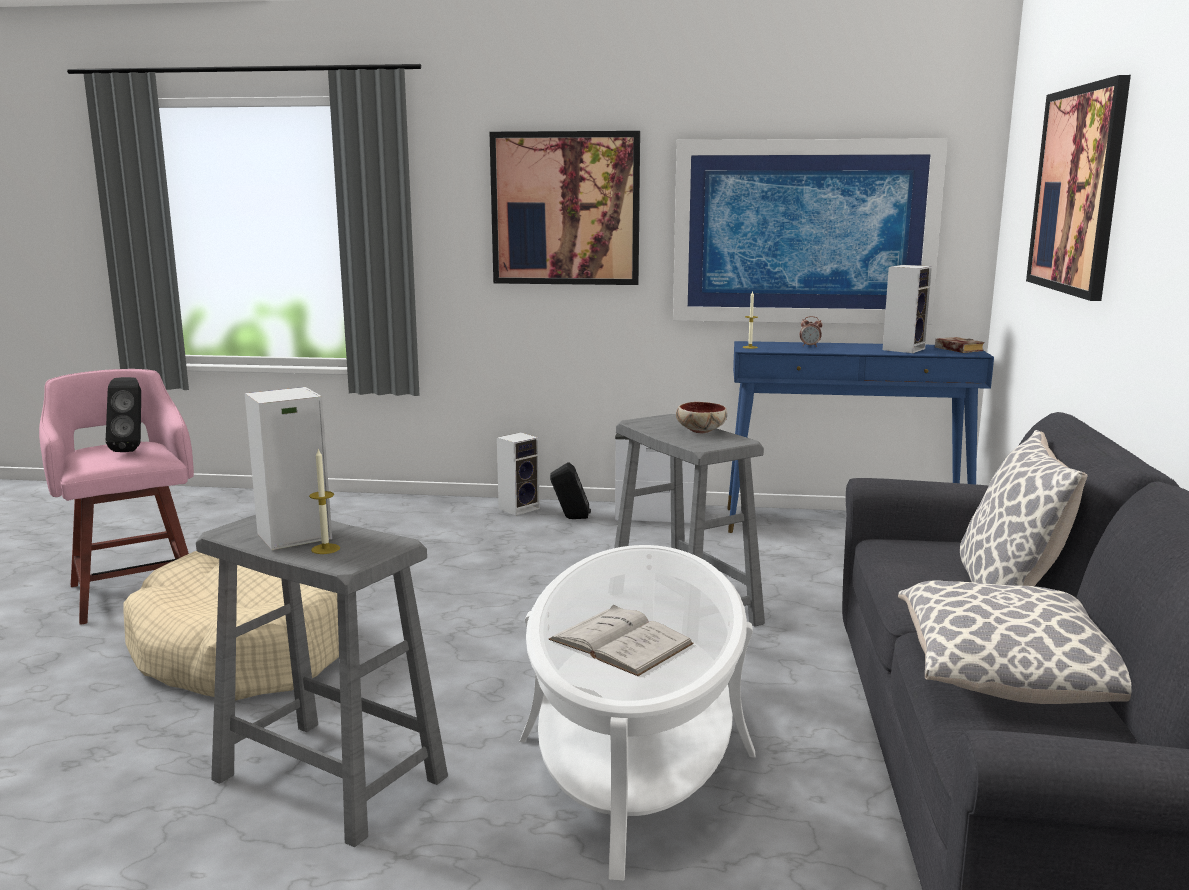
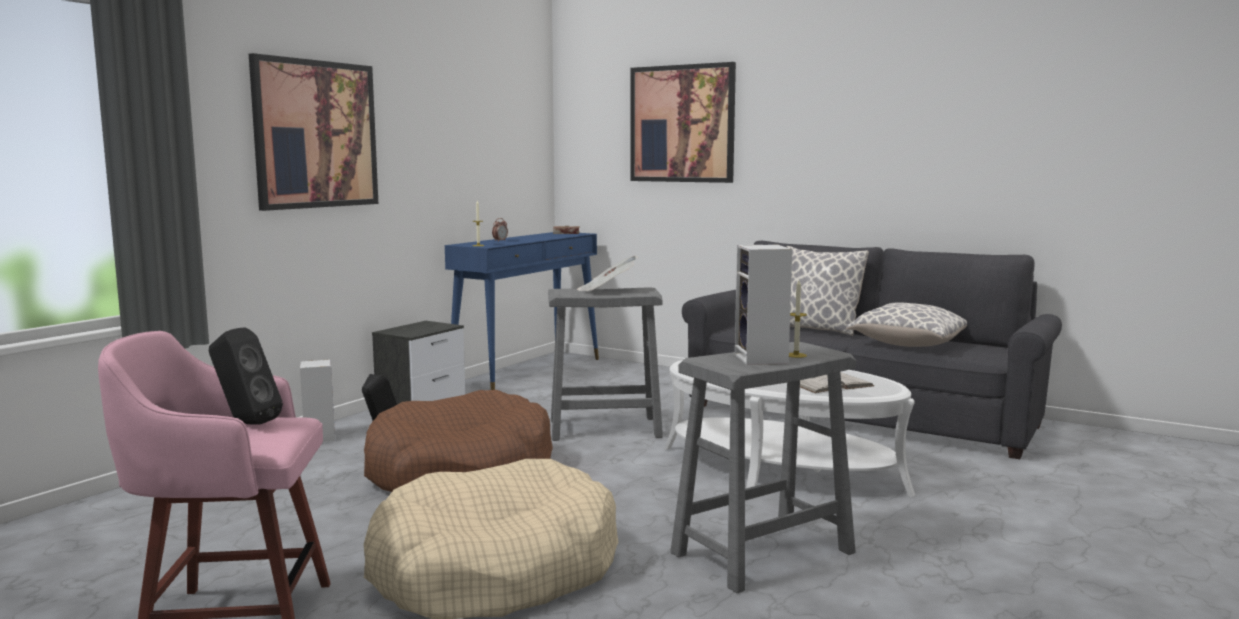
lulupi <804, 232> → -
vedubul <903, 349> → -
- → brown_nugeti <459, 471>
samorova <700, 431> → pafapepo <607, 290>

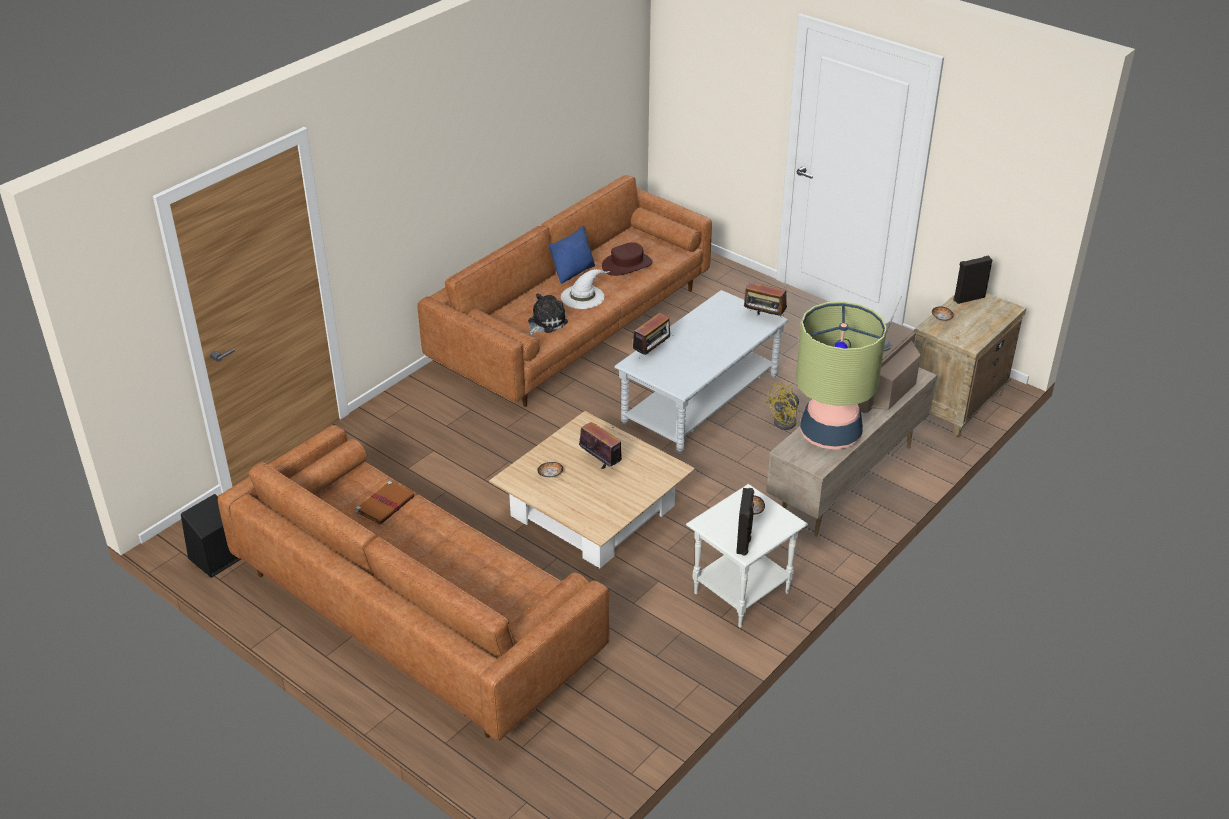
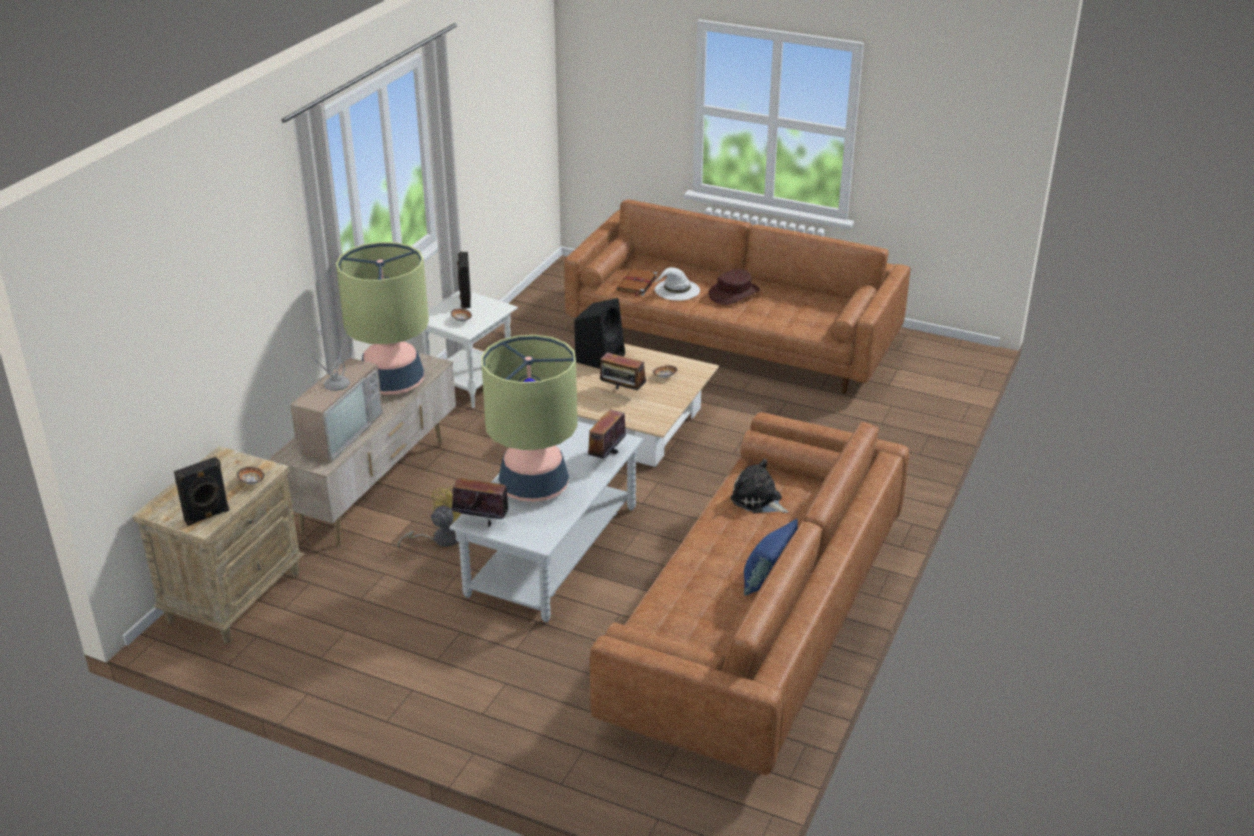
- → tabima <533, 487>
black_vedubul <215, 559> → black_vedubul <600, 357>, relocated
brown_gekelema <386, 504> → brown_gekelema <636, 284>, relocated
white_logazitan <583, 296> → white_logazitan <676, 290>, relocated
brown_logazitan <627, 265> → brown_logazitan <733, 293>, relocated
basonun <545, 323> → basonun <758, 500>, 105 degrees clockwise

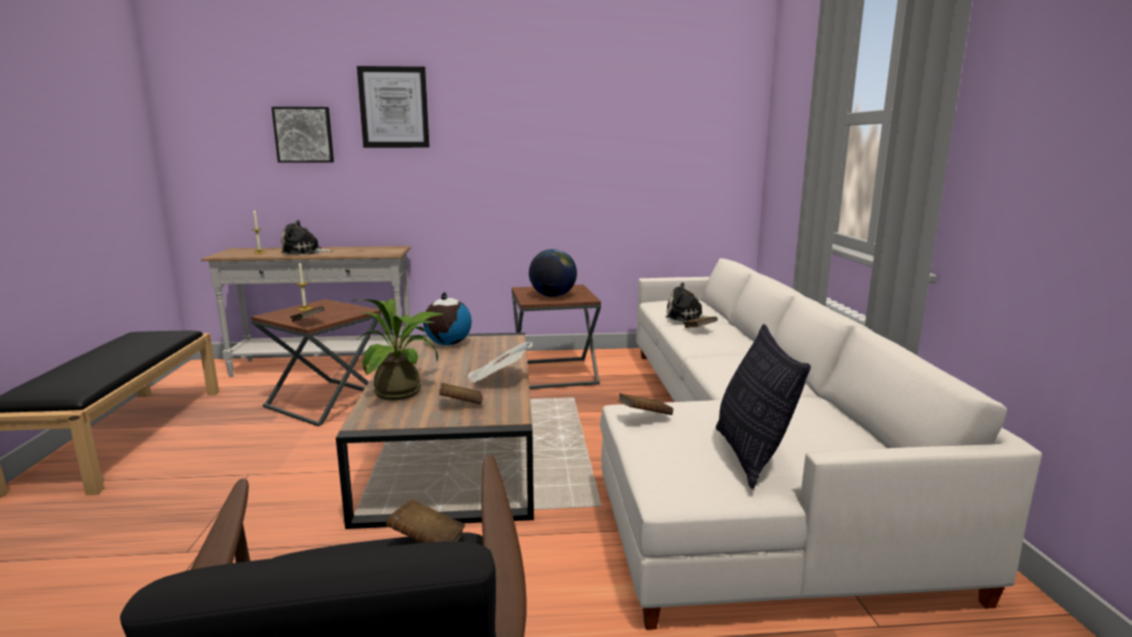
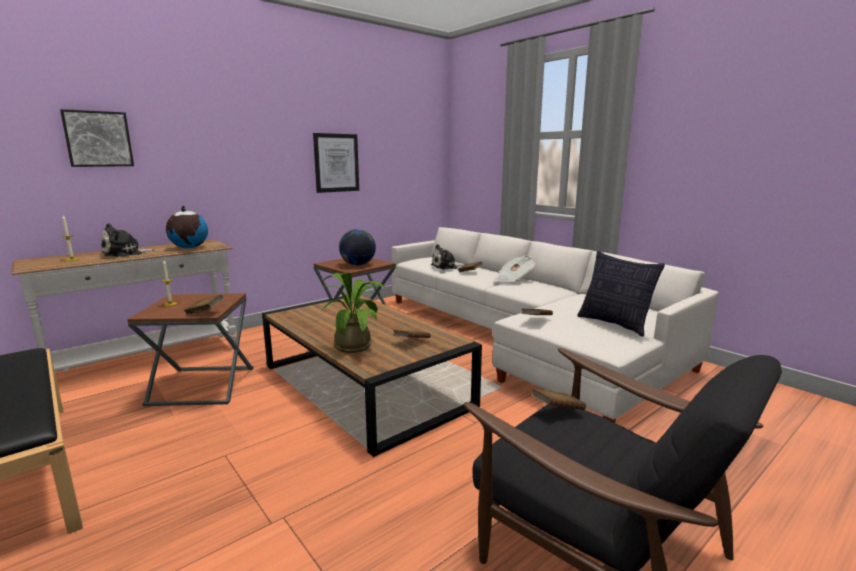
lulupi <394, 107> → lulupi <336, 163>, relocated
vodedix <448, 344> → vodedix <189, 248>, relocated
pafapepo <498, 379> → pafapepo <513, 279>, relocated

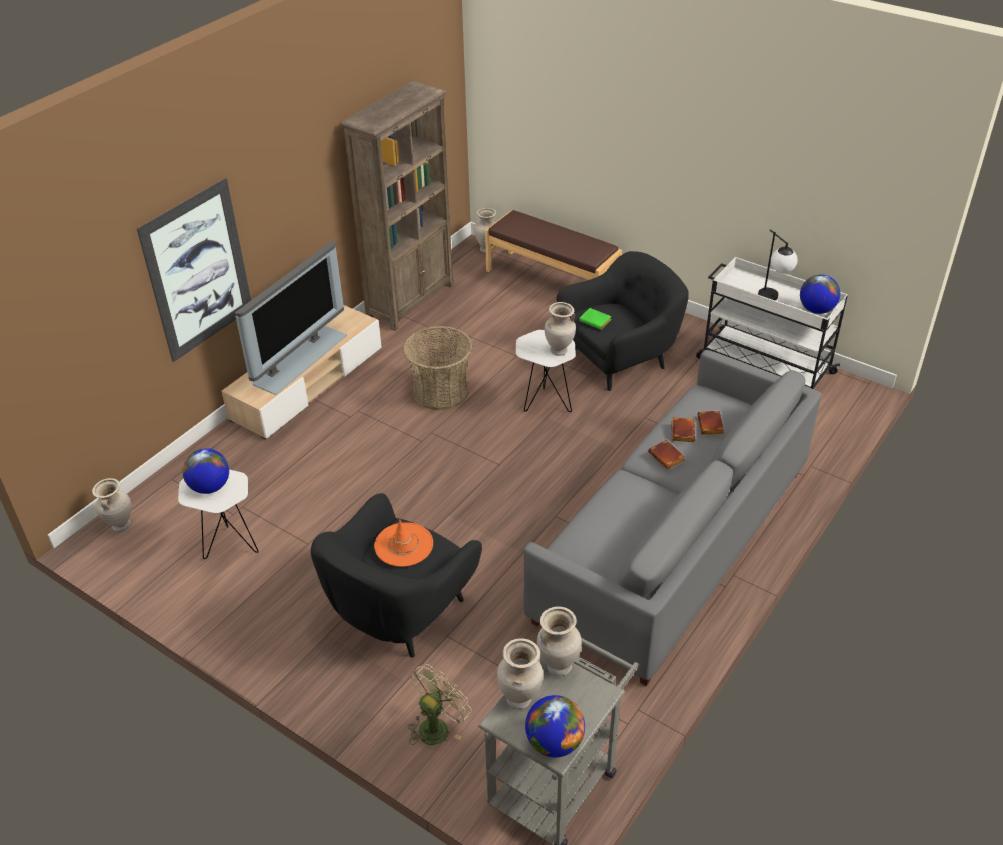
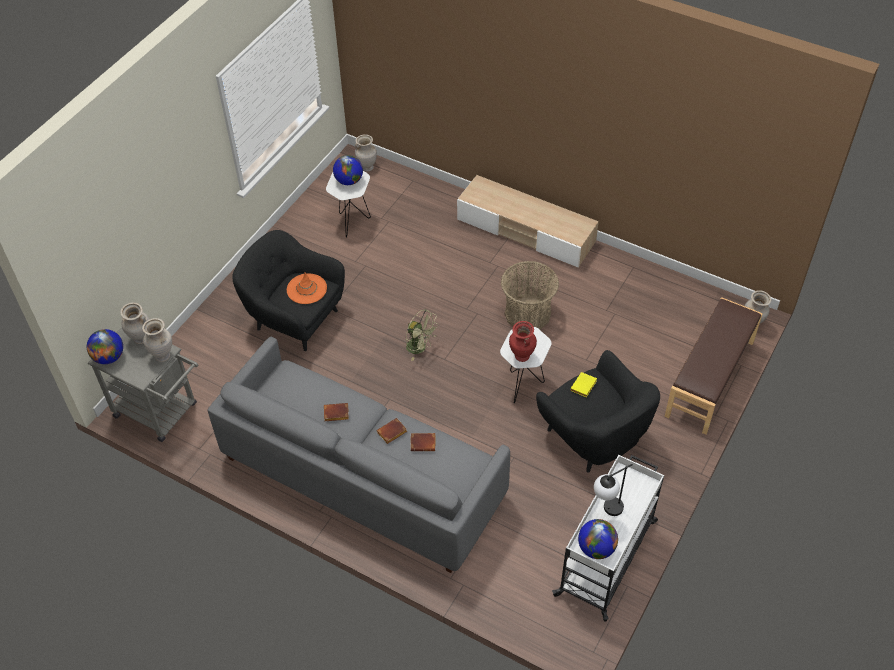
lulupi <198, 271> → -
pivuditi <298, 358> → -
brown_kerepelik <411, 301> → -
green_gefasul <437, 726> → green_gefasul <420, 348>, relocated
brown_gekelema <711, 426> → brown_gekelema <335, 414>, relocated
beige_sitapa <559, 351> → red_sitapa <521, 356>
green_gekelema <596, 321> → yellow_gekelema <583, 387>

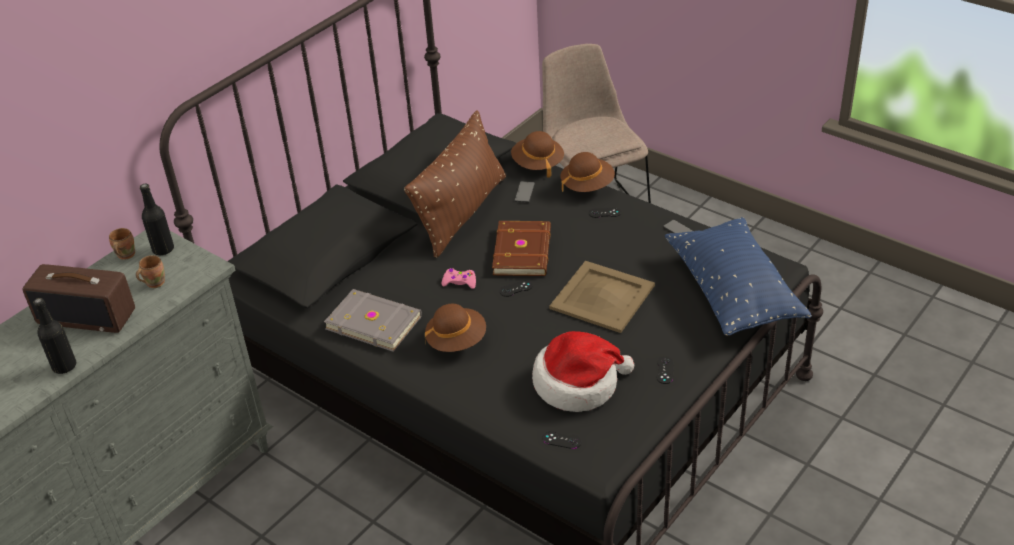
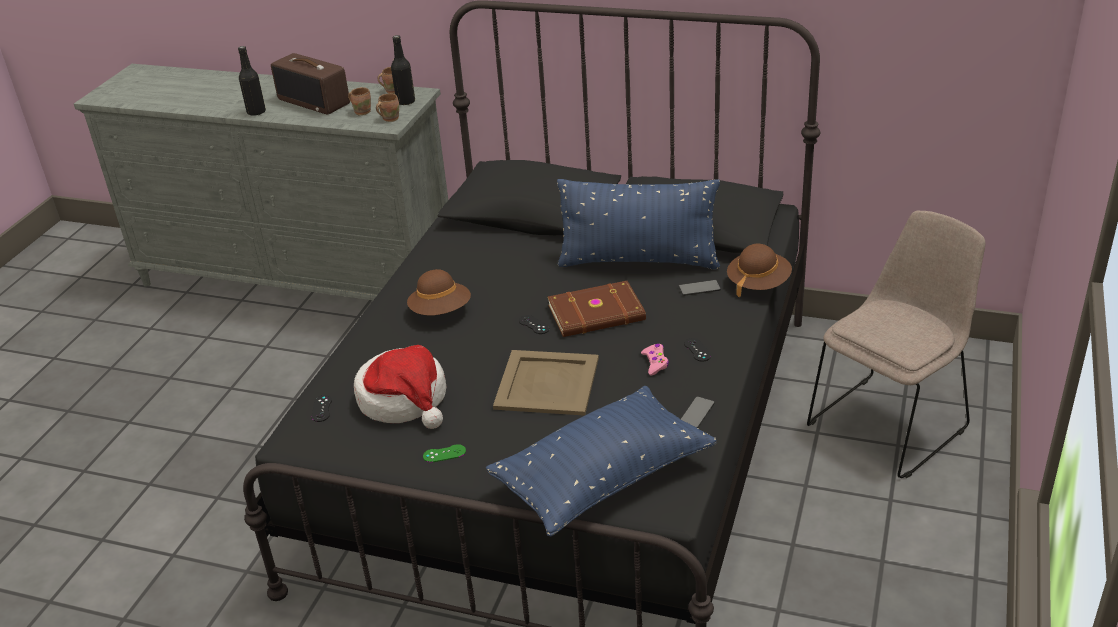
grey_gekelema <374, 321> → -
brown_logazitan <587, 186> → -
- → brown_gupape <389, 118>
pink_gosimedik <459, 282> → pink_gosimedik <655, 363>, relocated
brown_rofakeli <462, 213> → blue_rofakeli <638, 261>
black_gosimedik <665, 370> → green_gosimedik <444, 454>
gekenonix <87, 316> → gekenonix <315, 101>, 45 degrees counterclockwise

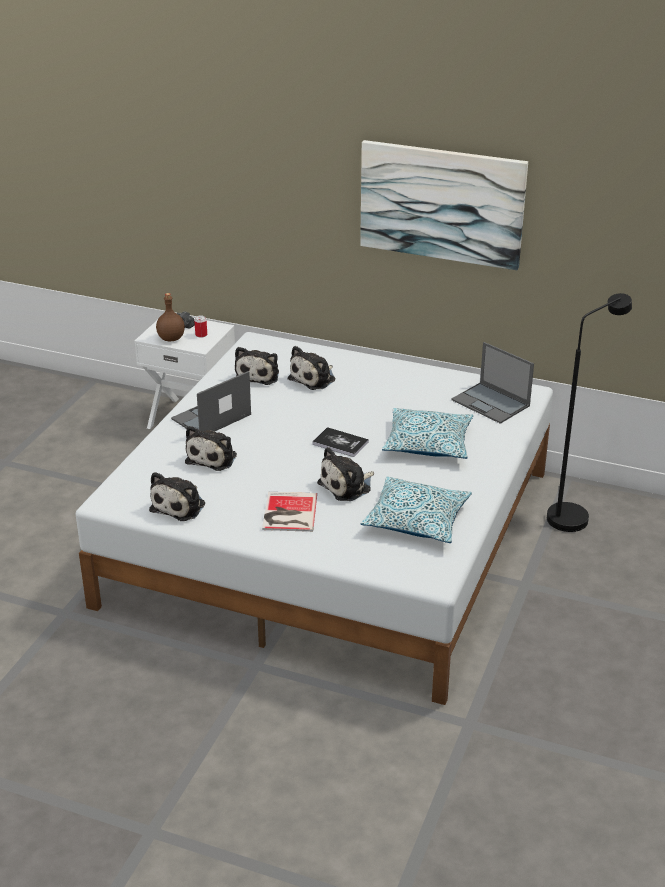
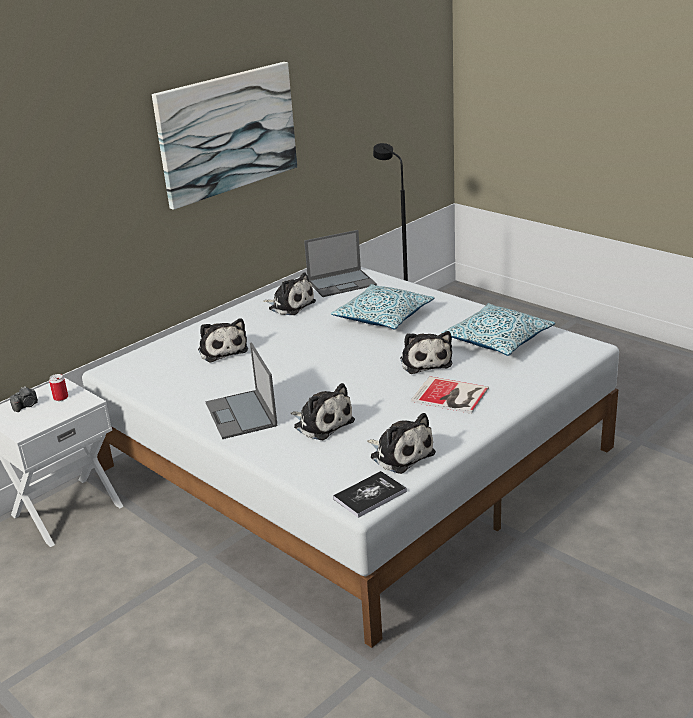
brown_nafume <171, 338> → -
basonun <258, 375> → basonun <290, 305>, relocated
gekelema <340, 443> → gekelema <370, 495>, relocated

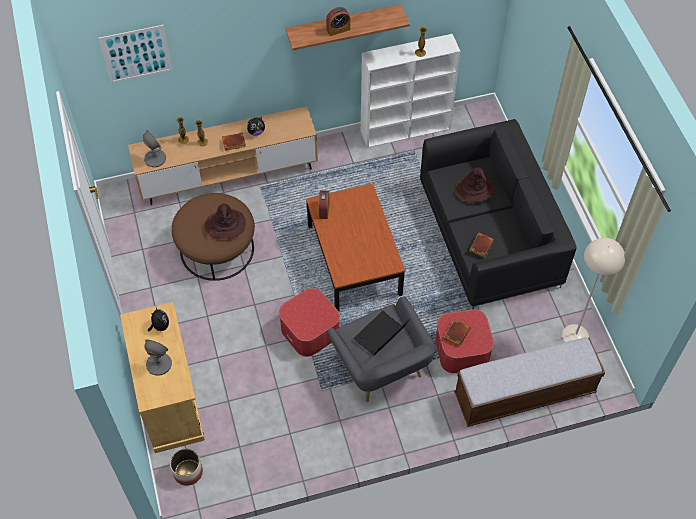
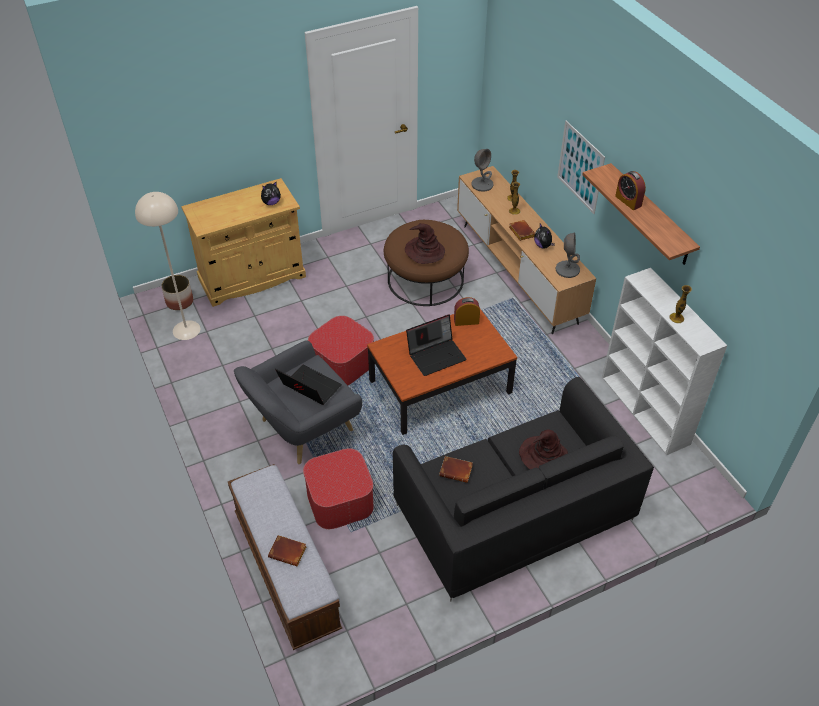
- → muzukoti <436, 355>
lulupi <136, 54> → lulupi <580, 167>, relocated
grey_tabima <158, 364> → grey_tabima <567, 269>, relocated
brown_gekelema <456, 333> → brown_gekelema <289, 552>, relocated
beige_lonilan <575, 335> → beige_lonilan <186, 329>, relocated

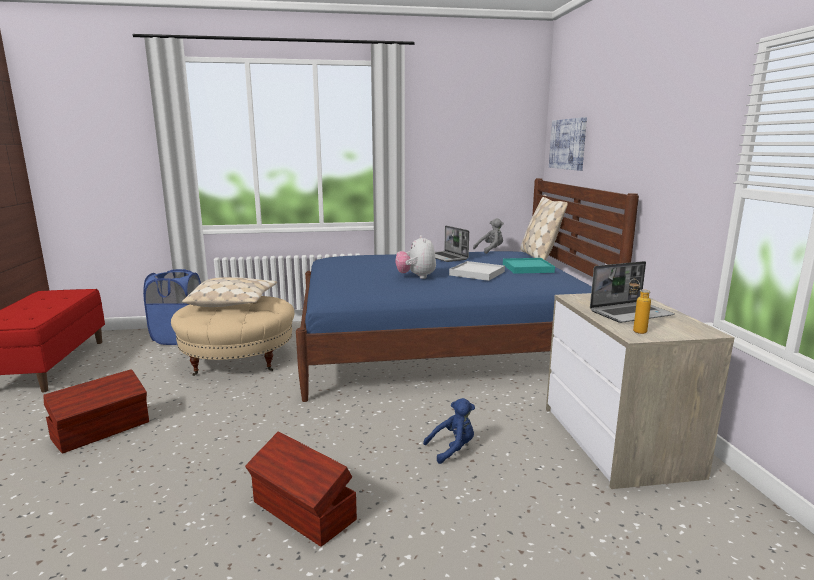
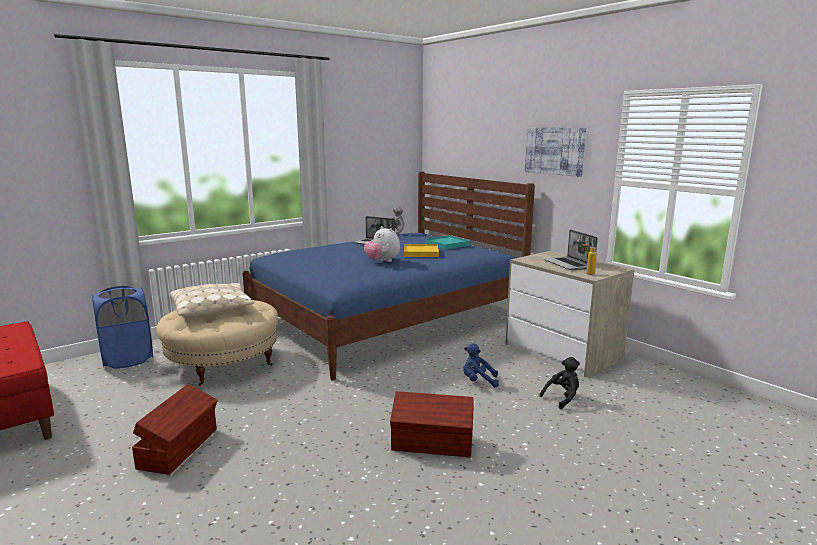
beige_rofakeli <539, 256> → -
- → black_basonun <562, 398>
lulupi <568, 144> → lulupi <554, 151>, relocated
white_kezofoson <477, 273> → yellow_kezofoson <421, 253>
blue_basonun <452, 449> → blue_basonun <478, 381>, 120 degrees counterclockwise
muzukoti <631, 313> → muzukoti <569, 264>, 120 degrees clockwise

